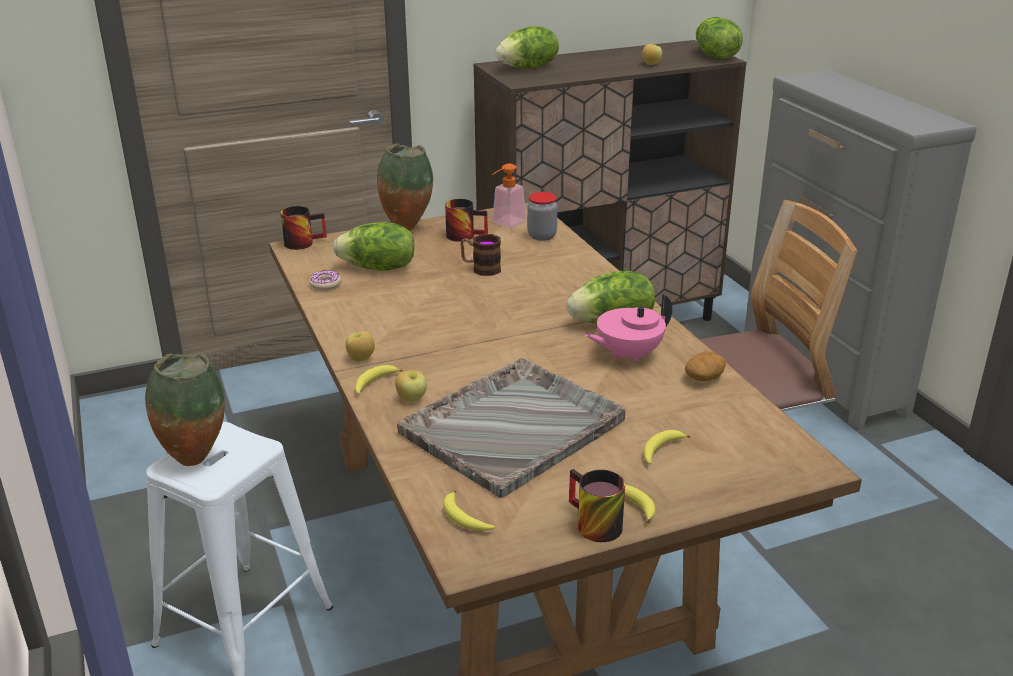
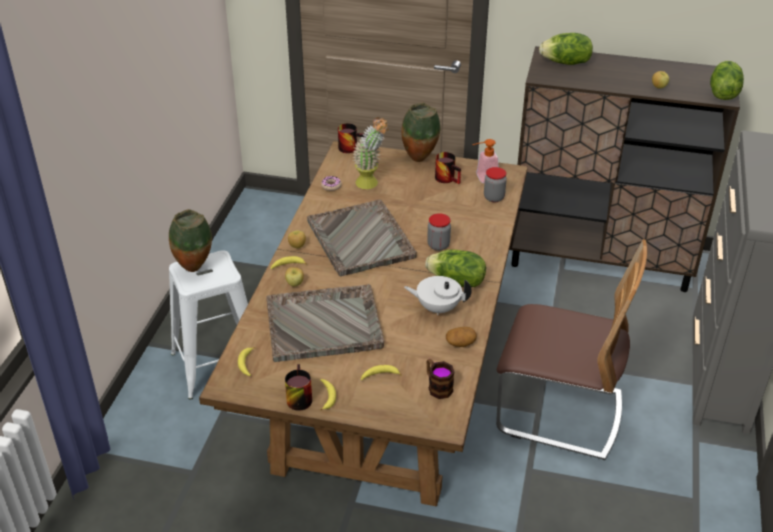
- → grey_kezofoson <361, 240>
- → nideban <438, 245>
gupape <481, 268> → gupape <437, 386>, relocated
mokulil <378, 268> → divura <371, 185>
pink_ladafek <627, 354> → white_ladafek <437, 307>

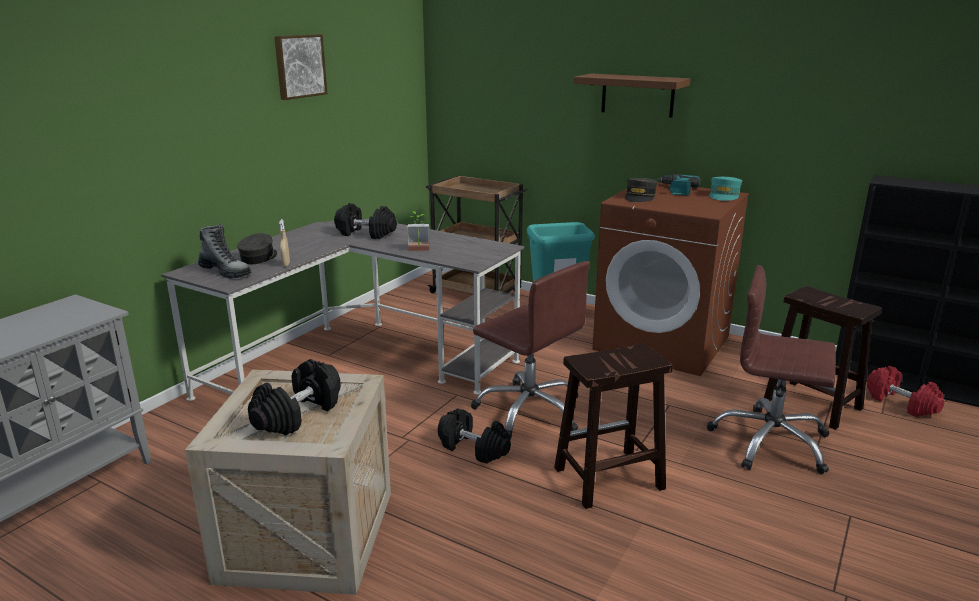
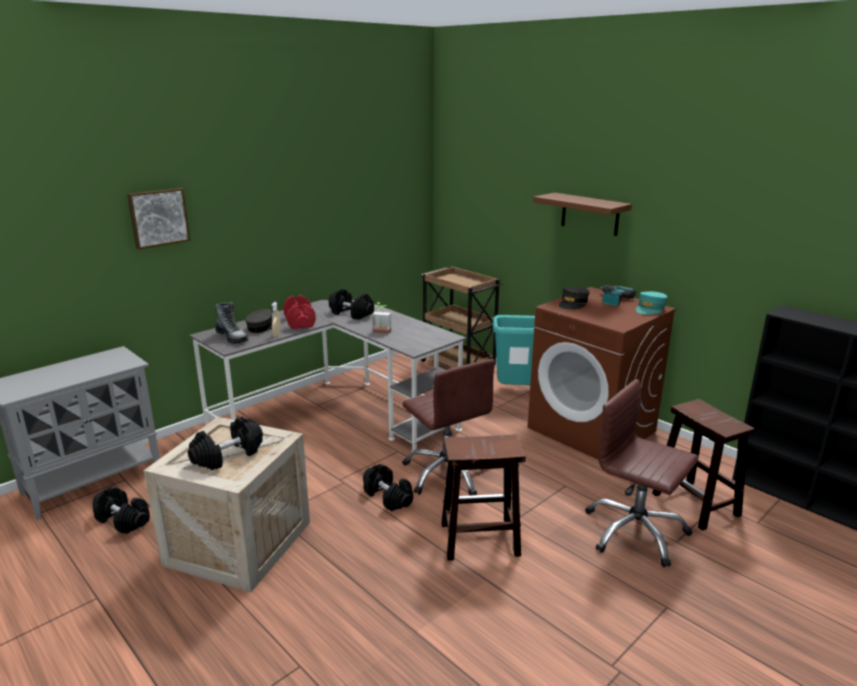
- → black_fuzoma <122, 520>
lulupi <299, 66> → lulupi <158, 217>, relocated
red_fuzoma <901, 403> → red_fuzoma <300, 322>, relocated

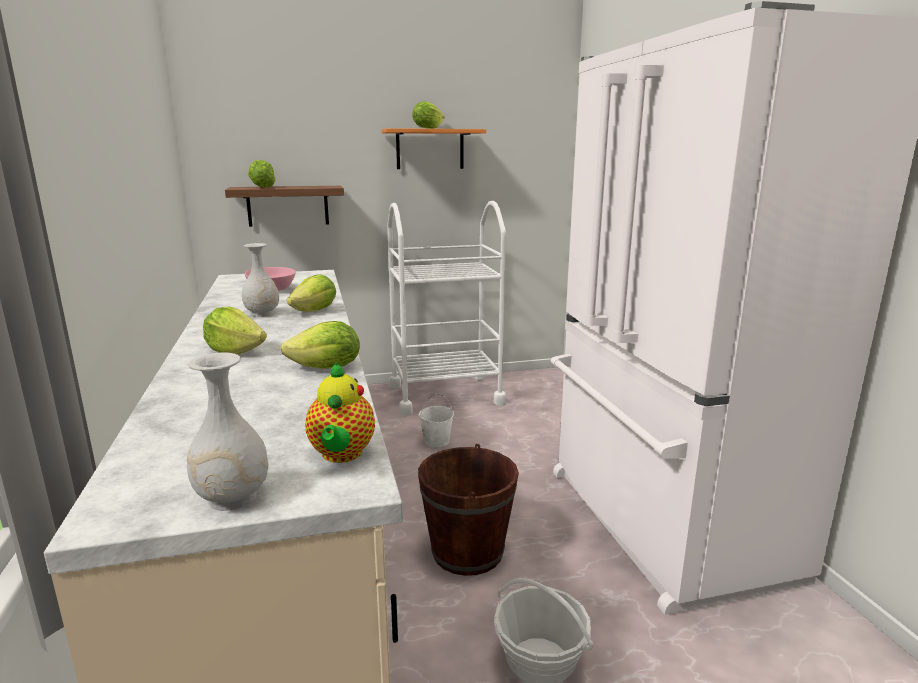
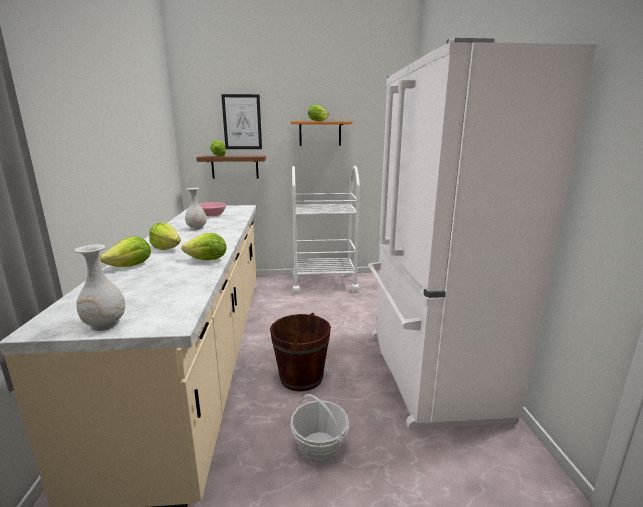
ladafek <341, 455> → -
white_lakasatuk <436, 441> → -
- → lulupi <242, 122>
mokulil <315, 311> → mokulil <131, 266>, relocated

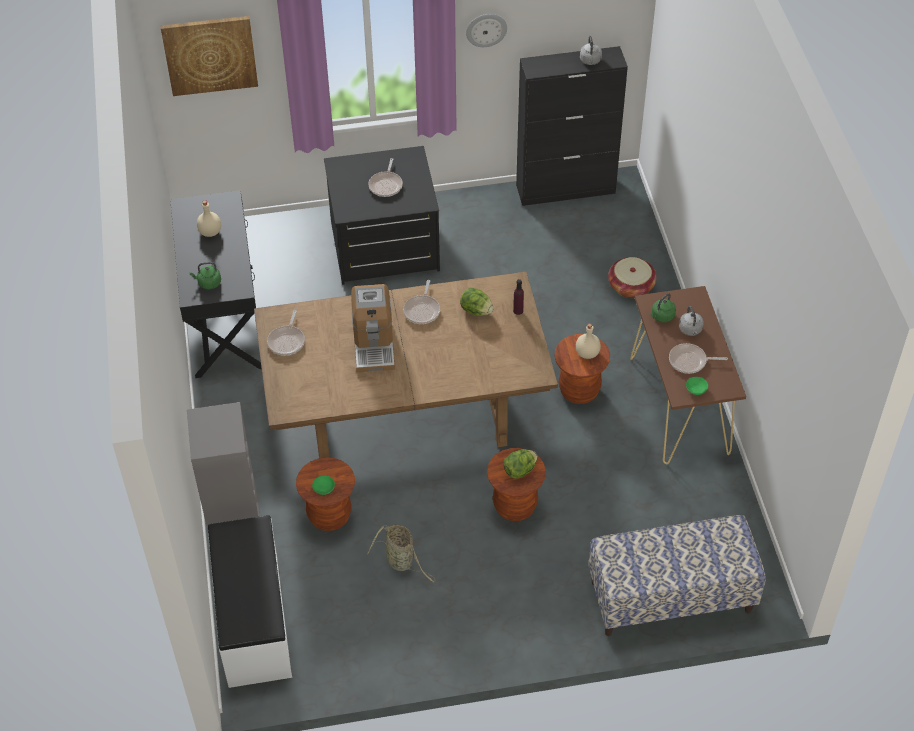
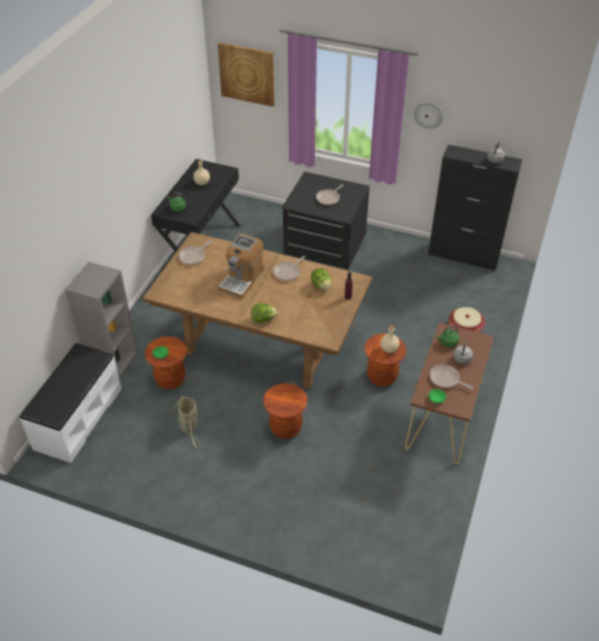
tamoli <670, 597> → -
mokulil <519, 470> → mokulil <263, 319>, relocated

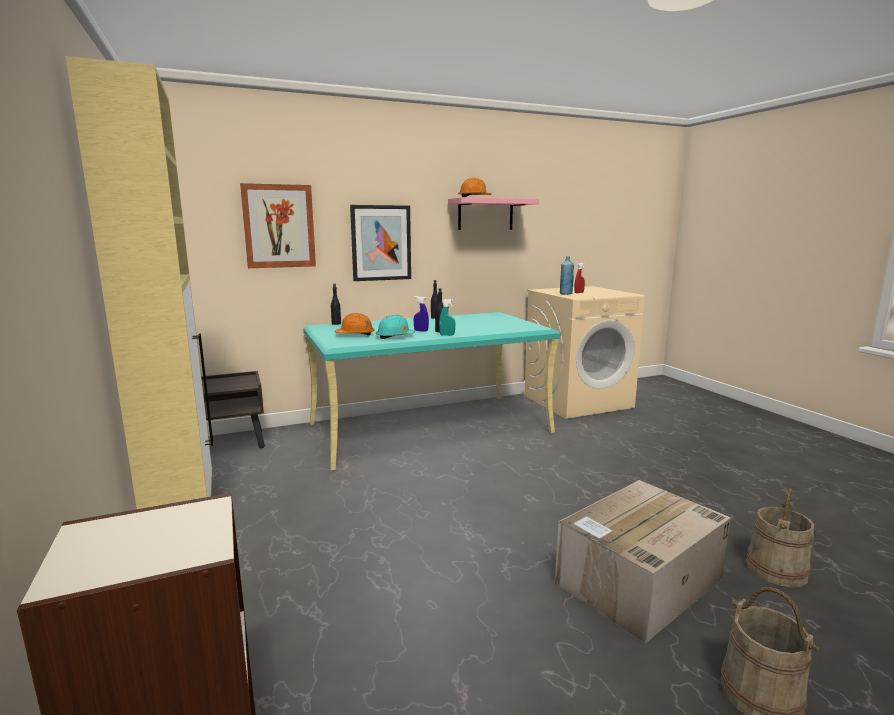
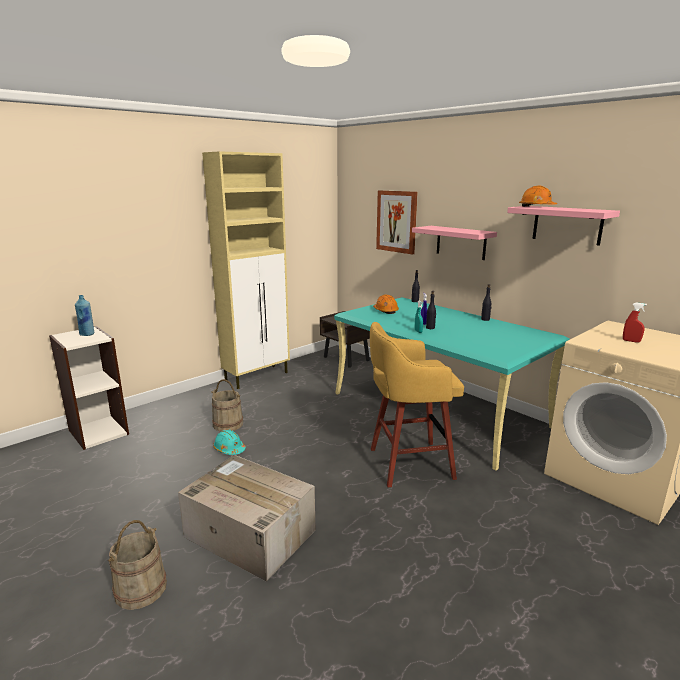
- → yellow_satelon <408, 463>
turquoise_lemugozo <395, 337> → turquoise_lemugozo <229, 449>, relocated
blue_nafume <566, 294> → blue_nafume <87, 334>, relocated
beige_lakasatuk <776, 569> → beige_lakasatuk <228, 424>, relocated
lulupi <381, 243> → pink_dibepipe <461, 242>

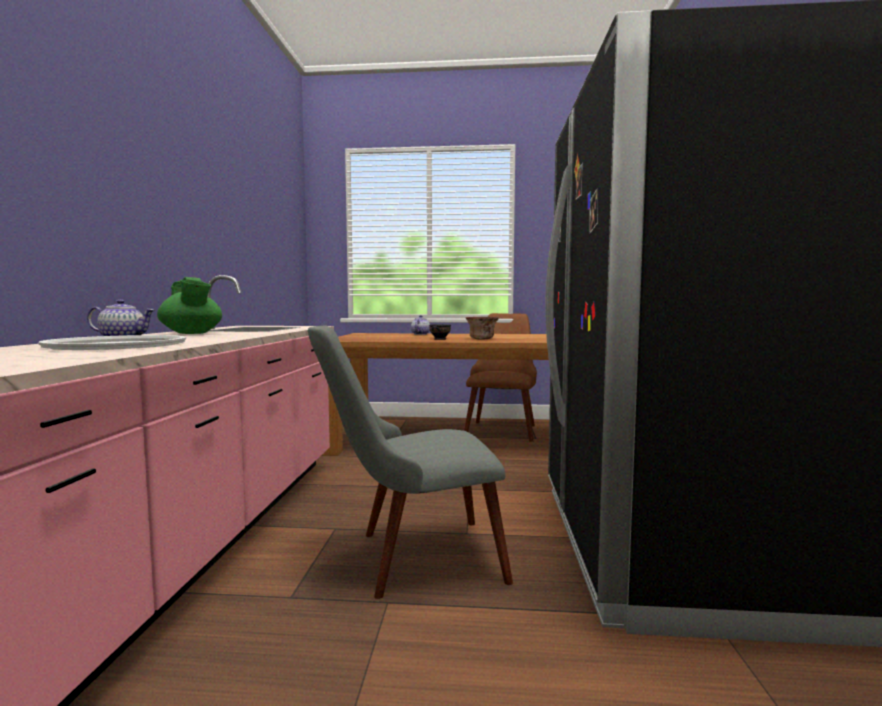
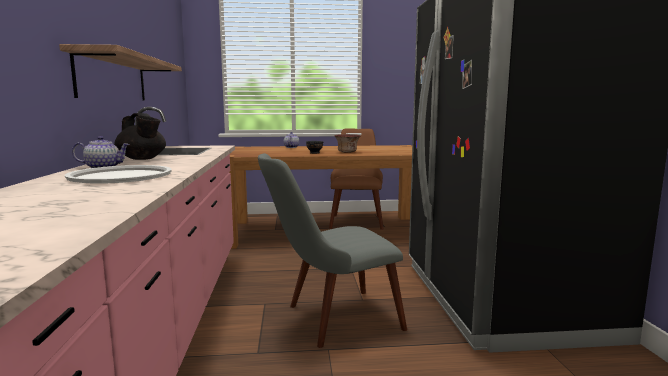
- → dibepipe <113, 78>
green_ladafek <191, 333> → black_ladafek <142, 159>

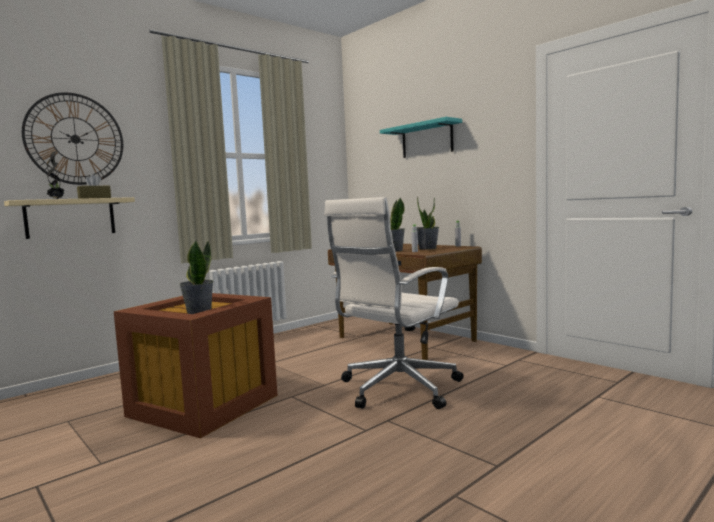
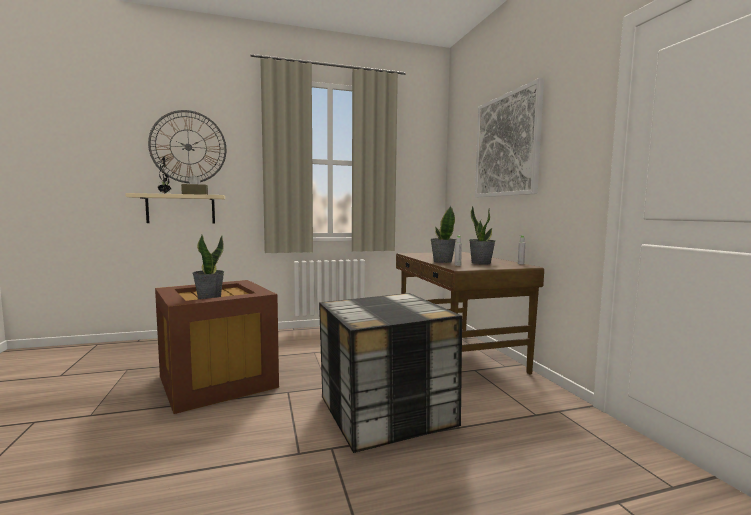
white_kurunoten <397, 389> → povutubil <384, 411>
turquoise_dibepipe <427, 140> → lulupi <507, 145>

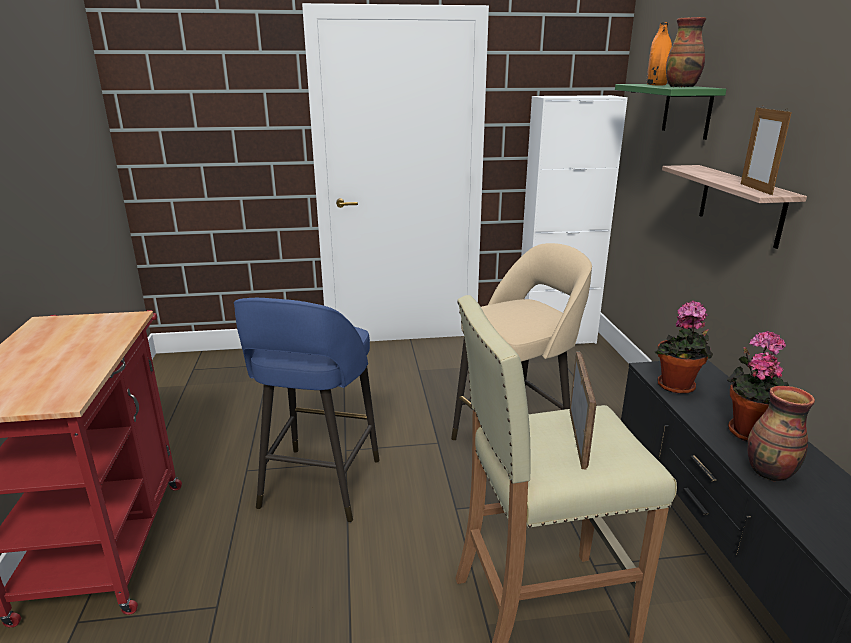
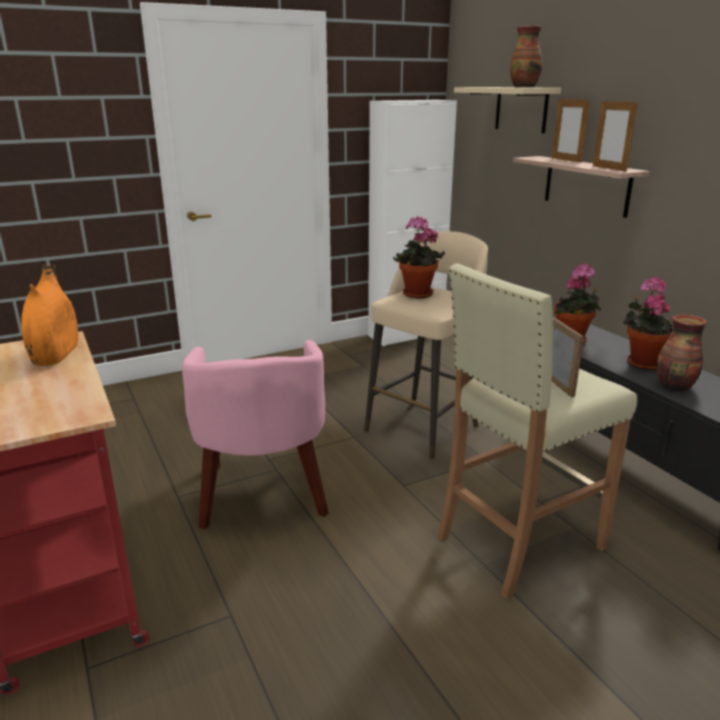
- → divura <416, 295>
- → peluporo <566, 160>
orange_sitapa <656, 85> → orange_sitapa <56, 354>, relocated
blue_satelon <319, 486> → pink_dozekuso <263, 494>
green_dibepipe <687, 110> → beige_dibepipe <521, 109>

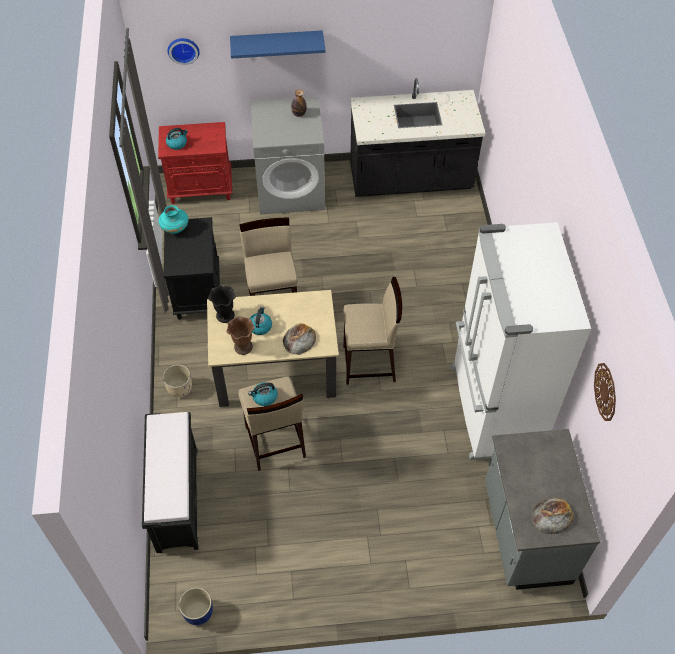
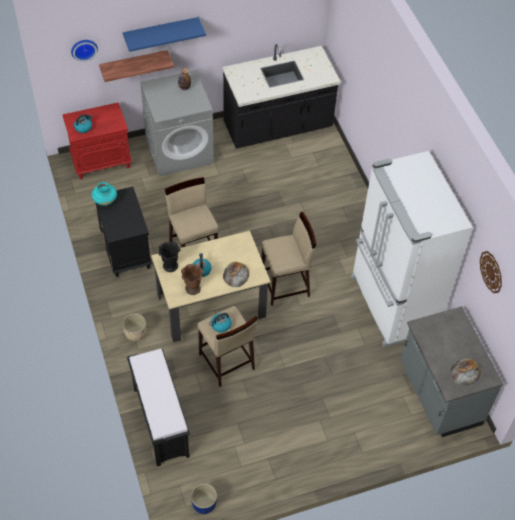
- → dibepipe <134, 64>

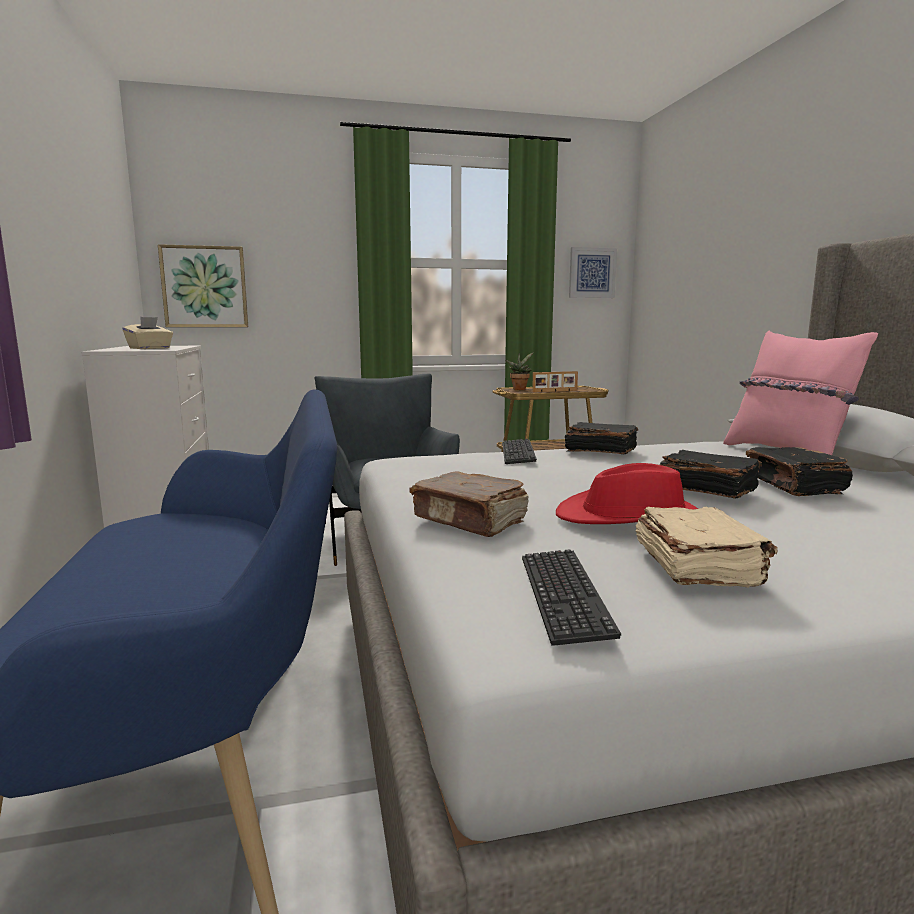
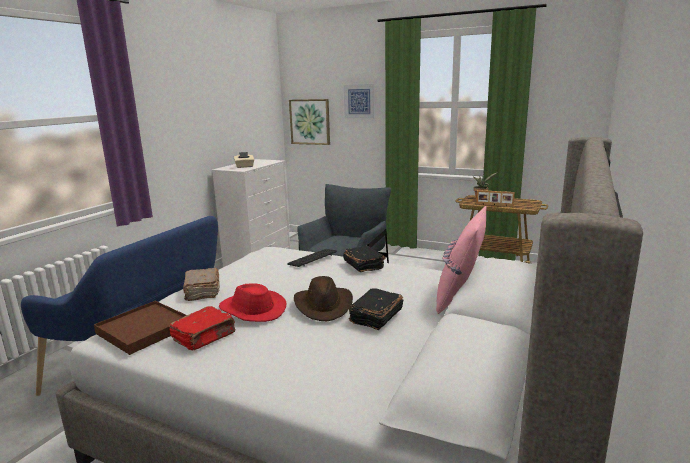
lulupi <592, 273> → lulupi <359, 101>, relocated
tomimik <563, 596> → brown_kezofoson <144, 330>
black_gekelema <705, 490> → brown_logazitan <324, 305>
beige_gekelema <697, 567> → red_gekelema <205, 337>

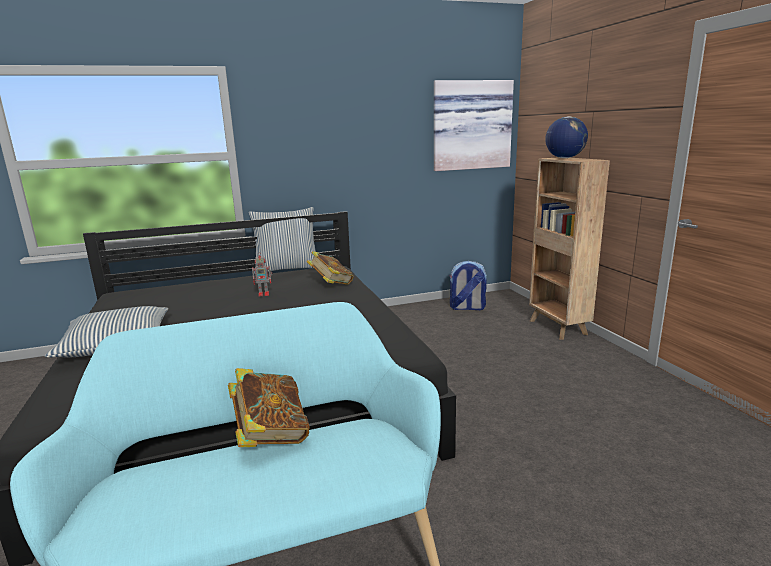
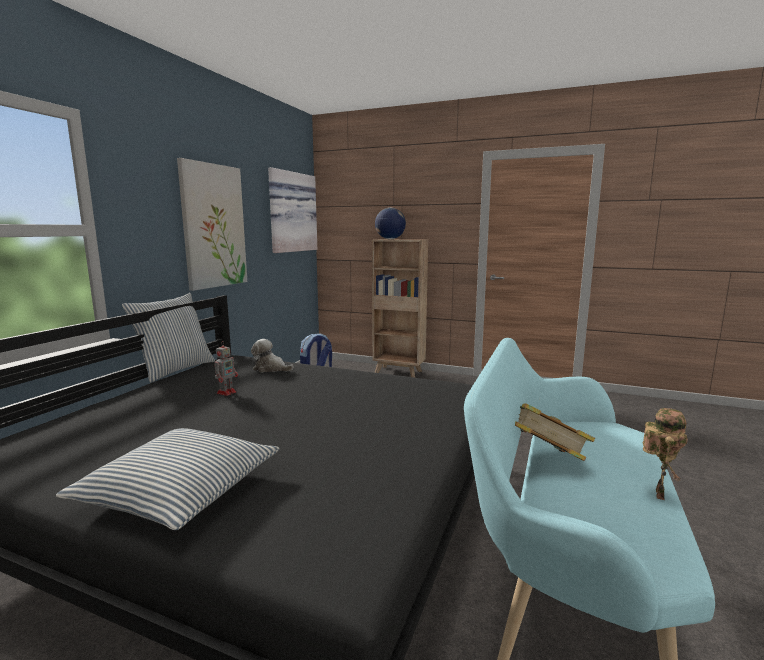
- → lulupi <213, 226>
- → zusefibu <657, 493>
gekelema <331, 284> → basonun <271, 369>

